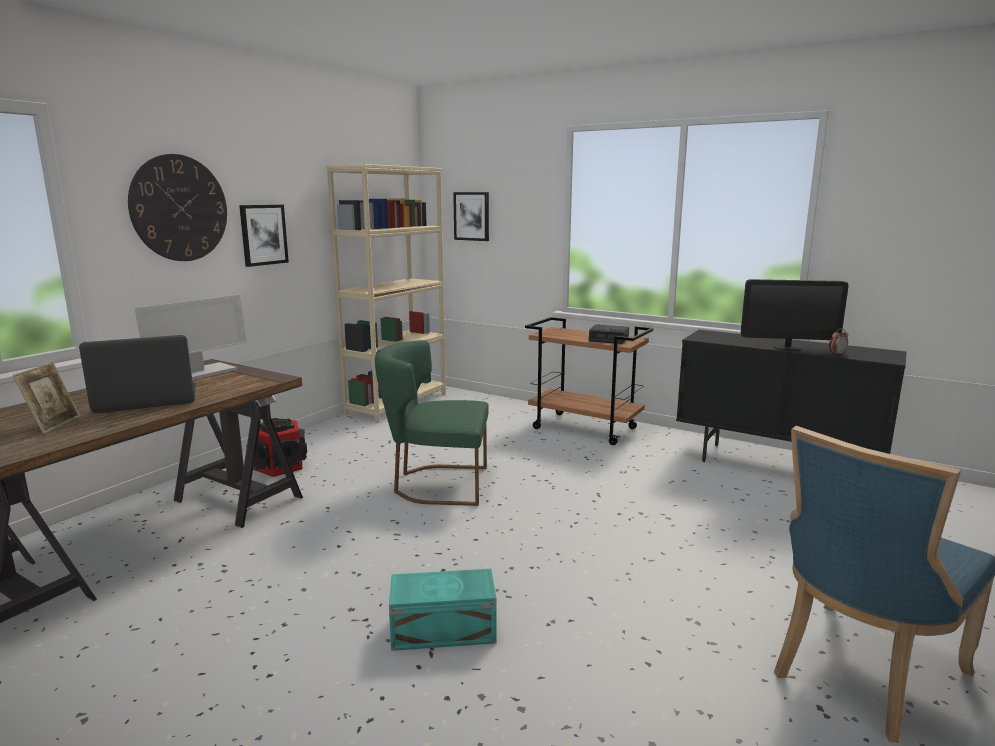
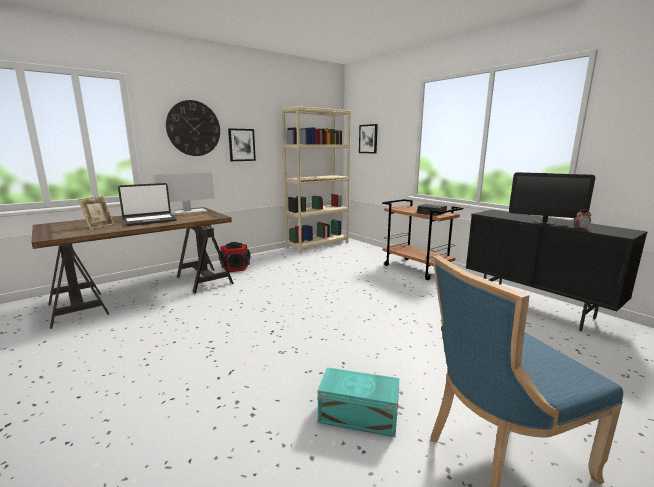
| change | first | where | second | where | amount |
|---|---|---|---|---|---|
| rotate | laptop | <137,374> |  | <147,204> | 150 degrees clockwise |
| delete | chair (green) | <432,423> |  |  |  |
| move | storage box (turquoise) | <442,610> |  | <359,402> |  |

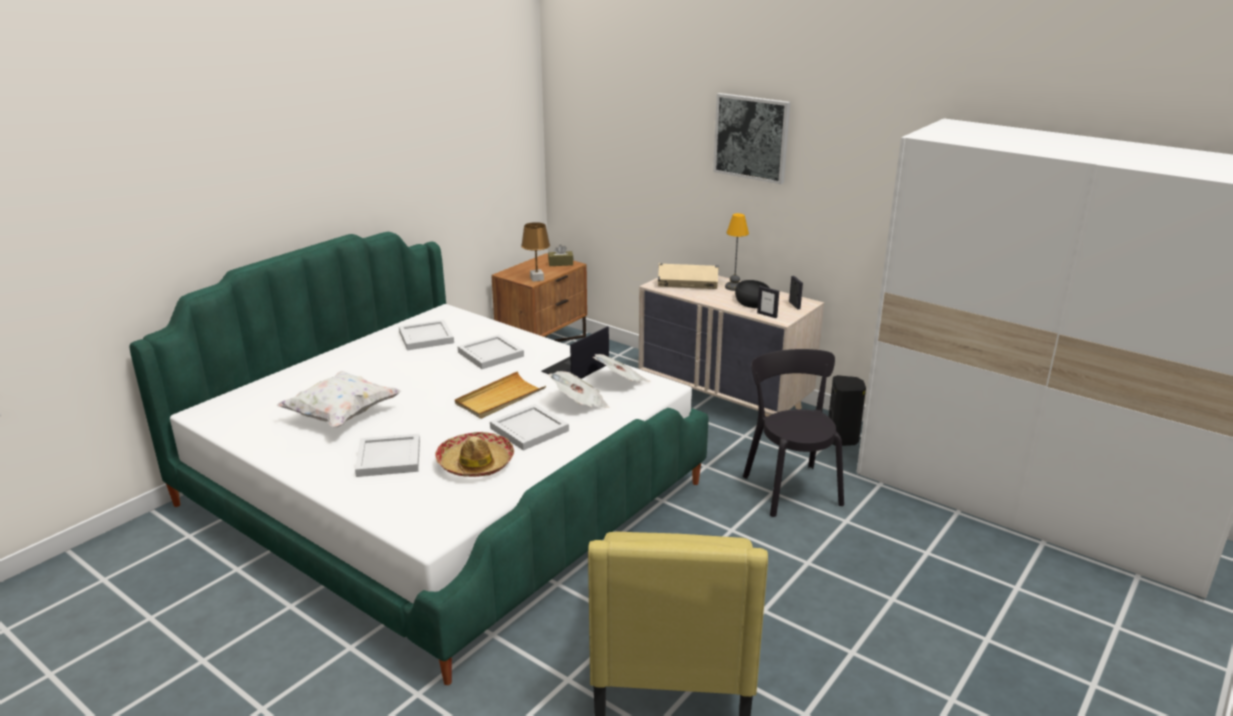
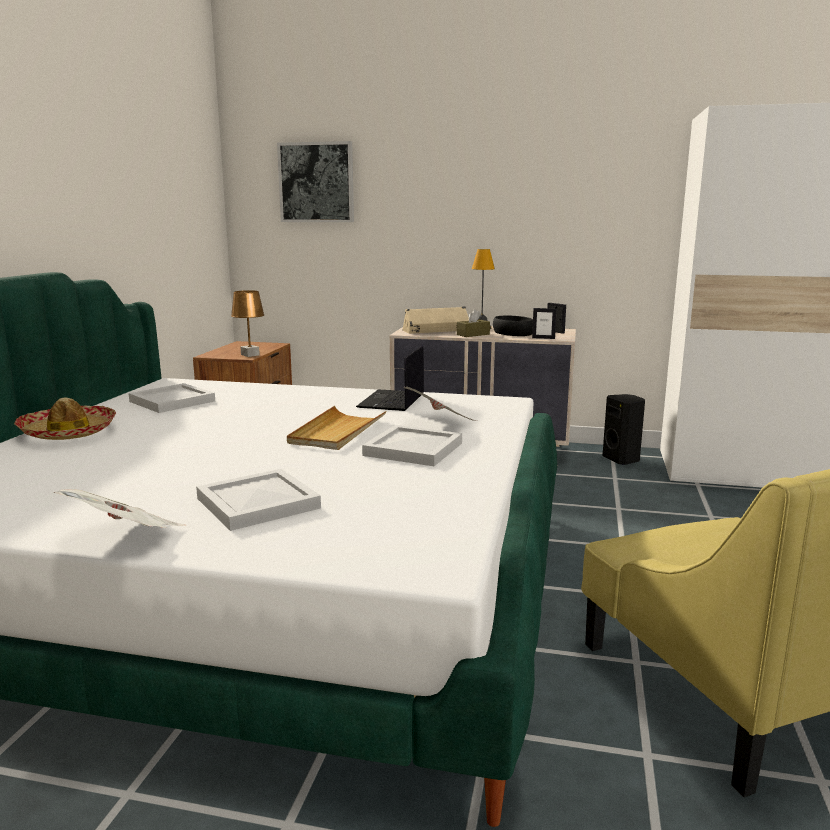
| change | first | where | second | where | amount |
|---|---|---|---|---|---|
| move | picture | <751,138> |  | <315,181> |  |
| move | tissue box (brown) | <561,255> |  | <473,323> |  |
| delete | tray (white) | <490,351> |  |  |  |
| delete | chair (black) | <793,433> |  |  |  |
| move | newspaper | <622,368> |  | <119,508> |  |
| delete | pillow (white) | <339,399> |  |  |  |
| move | hat | <474,454> |  | <65,418> |  |

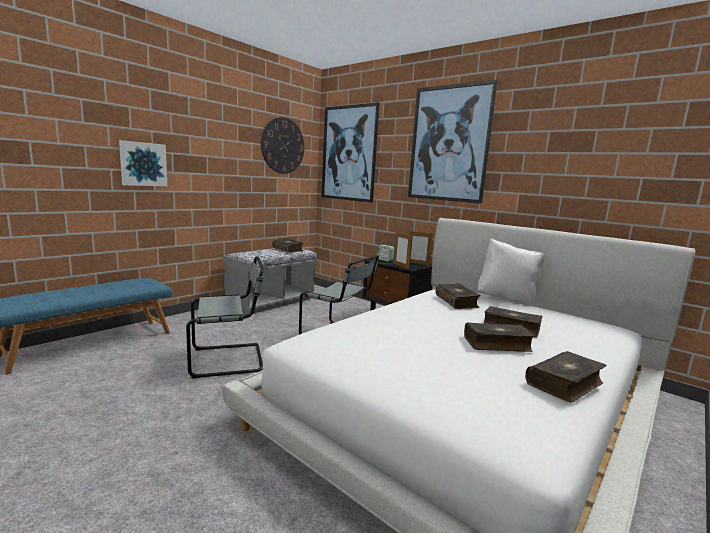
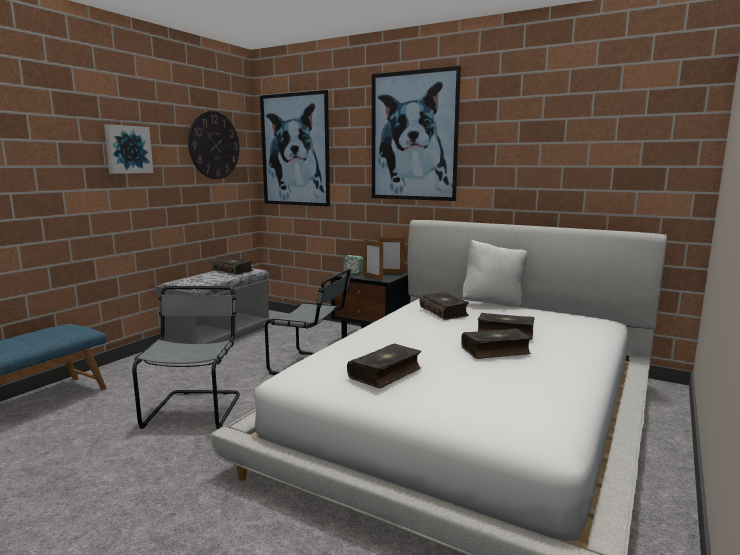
| change | first | where | second | where | amount |
|---|---|---|---|---|---|
| move | picture | <143,163> |  | <128,149> |  |
| rotate | chair (grey) | <225,317> |  | <186,357> | 60 degrees counterclockwise |
| move | book | <565,377> |  | <384,366> |  |

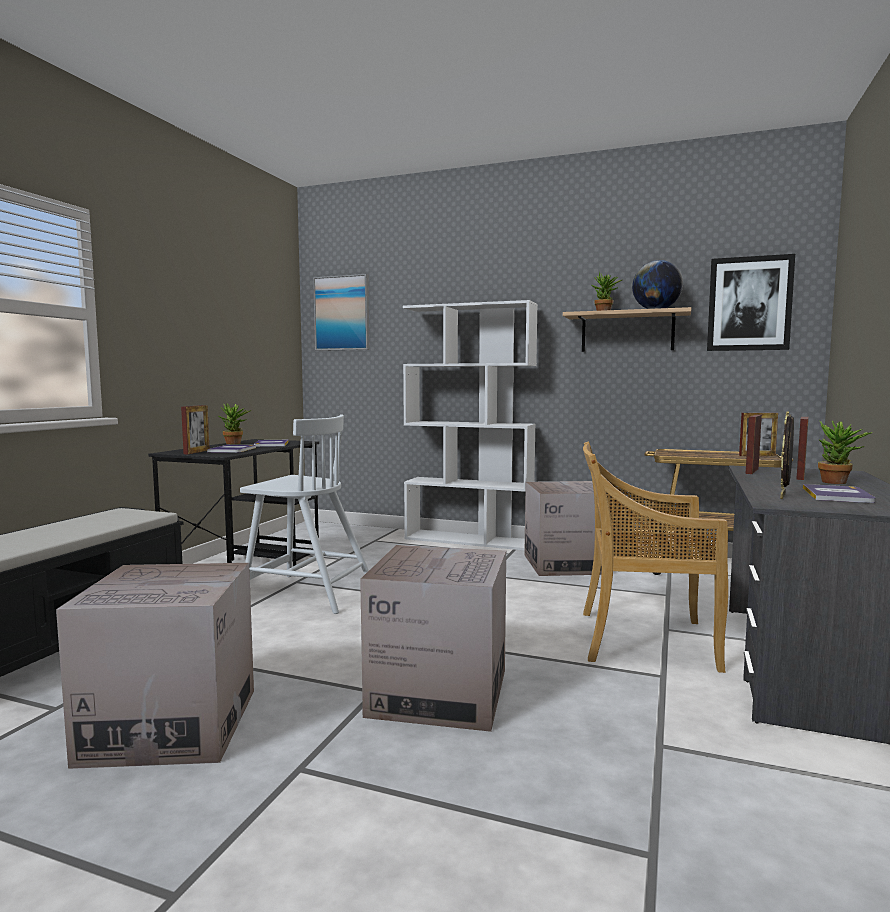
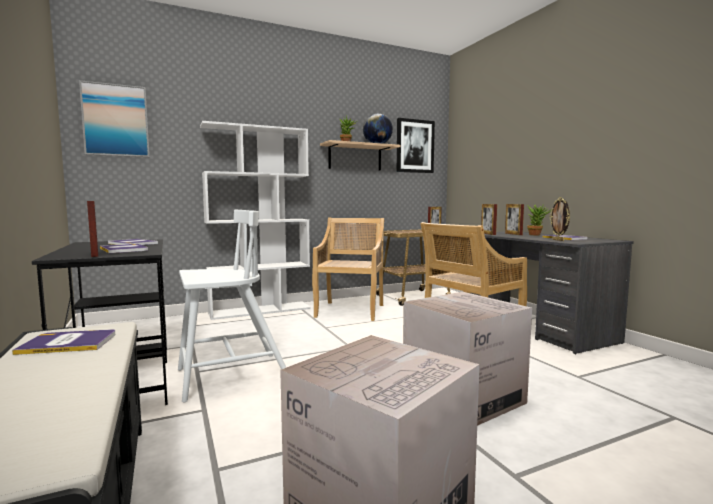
| change | first | where | second | where | amount |
|---|---|---|---|---|---|
| delete | potted plant | <235,423> |  |  |  |
| replace | cardboard box | <563,528> | chair (beige) | <348,269> |  |
| insert |  |  | book | <64,342> |  |

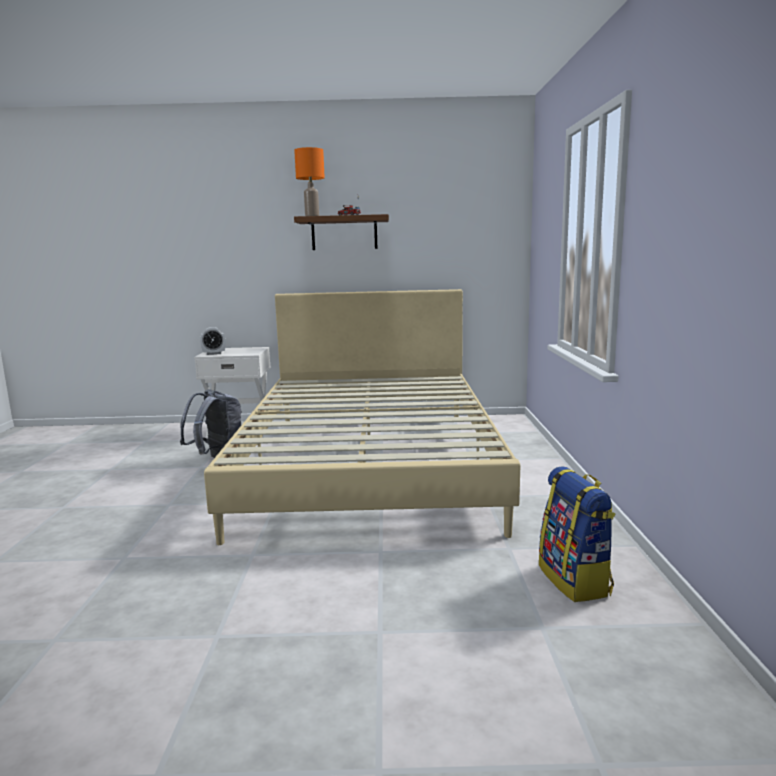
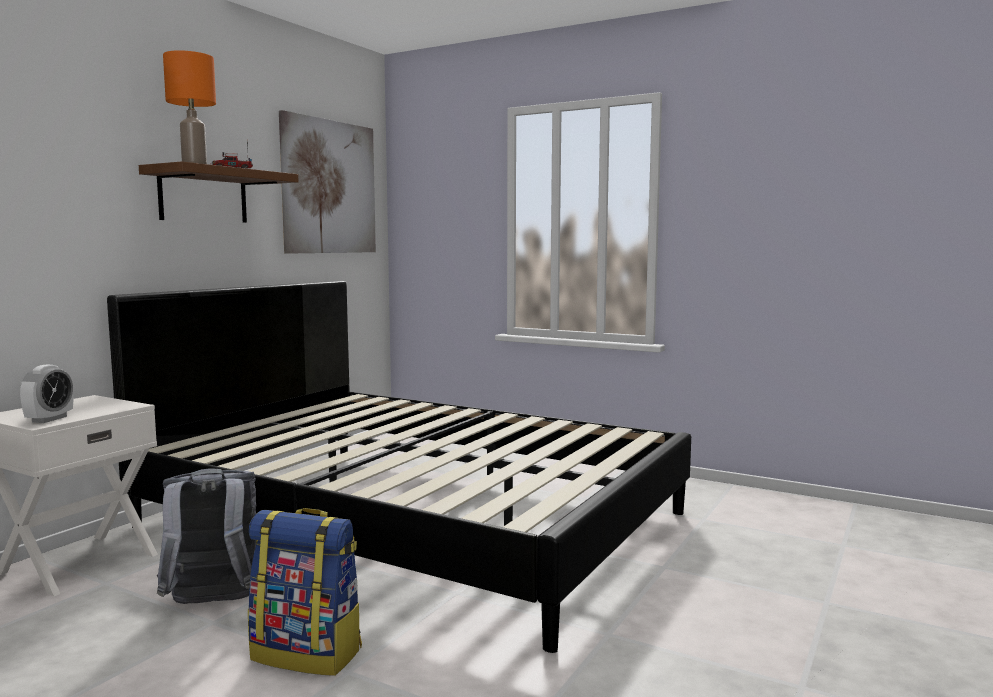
| change | first | where | second | where | amount |
|---|---|---|---|---|---|
| recolor | bed (beige) | <362,417> | bed (black) | <399,467> |  |
| move | backpack | <577,534> |  | <305,592> |  |
| insert |  |  | picture | <327,182> |  |

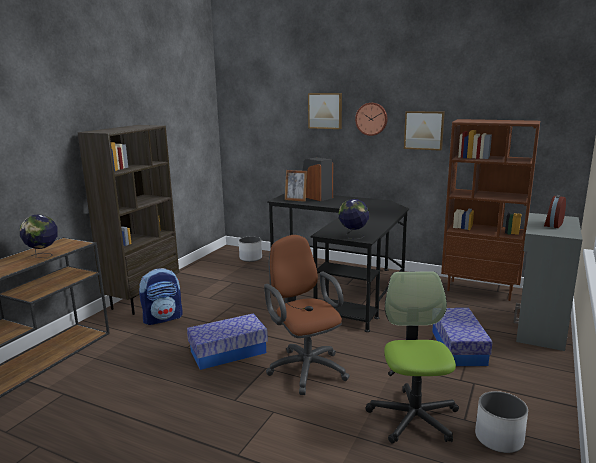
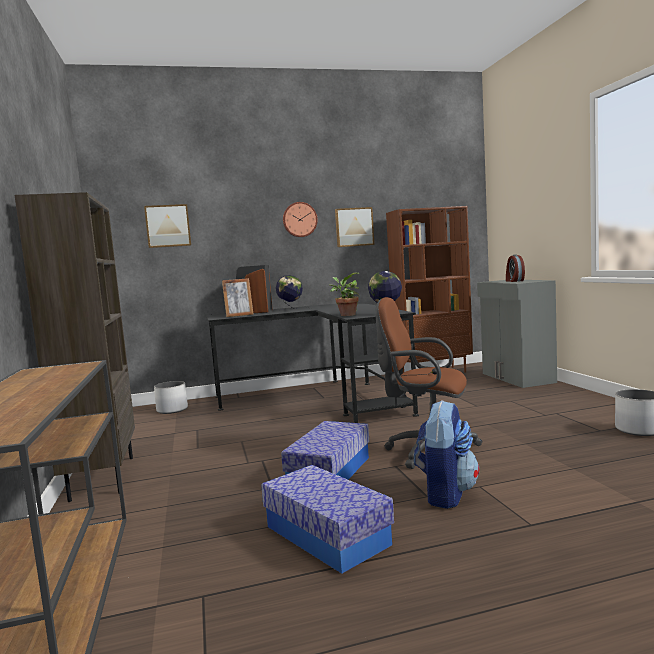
| change | first | where | second | where | amount |
|---|---|---|---|---|---|
| move | picture | <325,111> |  | <167,226> |  |
| move | globe | <38,236> |  | <289,293> |  |
| move | backpack | <160,296> |  | <446,454> |  |
| delete | office chair | <412,357> |  |  |  |
| move | storage box | <462,337> |  | <327,519> |  |
| insert |  |  | potted plant | <344,294> |  |

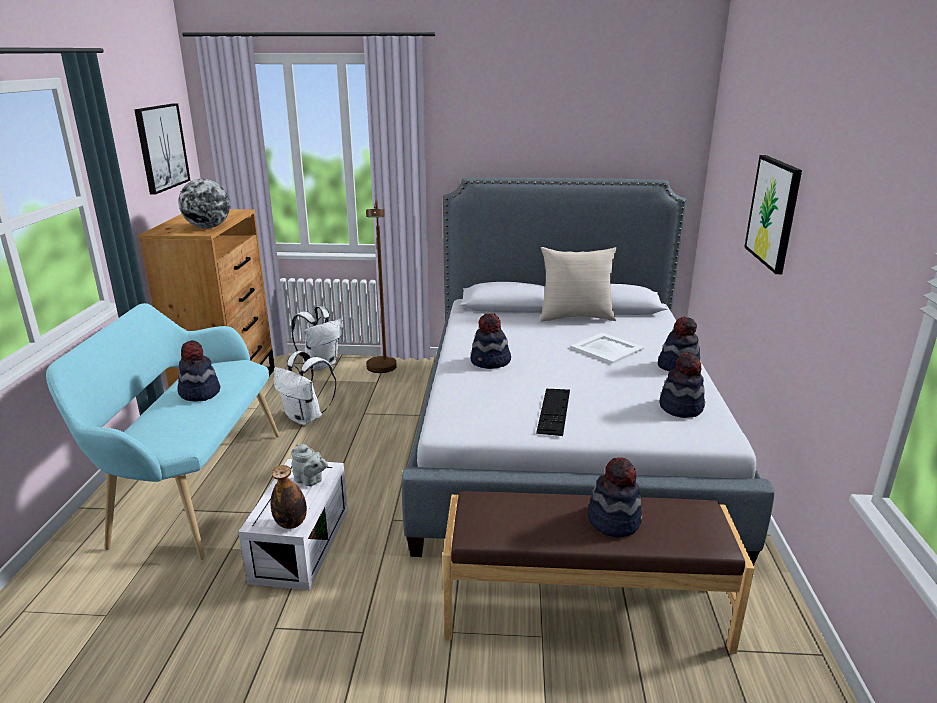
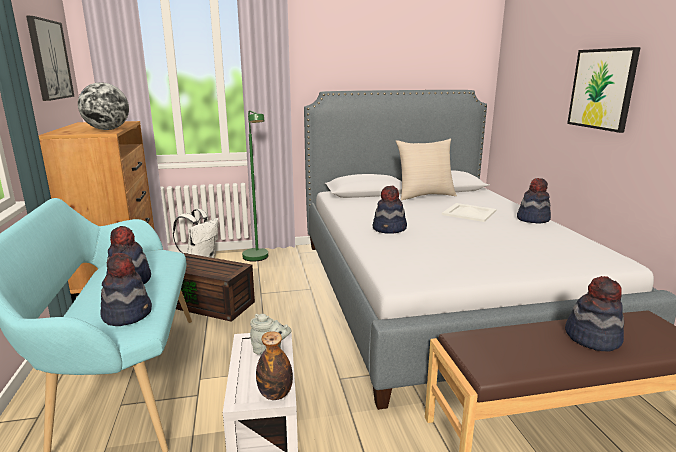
| change | first | where | second | where | amount |
|---|---|---|---|---|---|
| recolor | floor lamp (brown) | <381,286> | floor lamp (green) | <255,186> |  |
| replace | backpack (white) | <305,388> | storage box (brown) | <215,287> |  |
| move | hat | <682,385> |  | <126,289> |  |
| delete | keyboard | <553,412> |  |  |  |

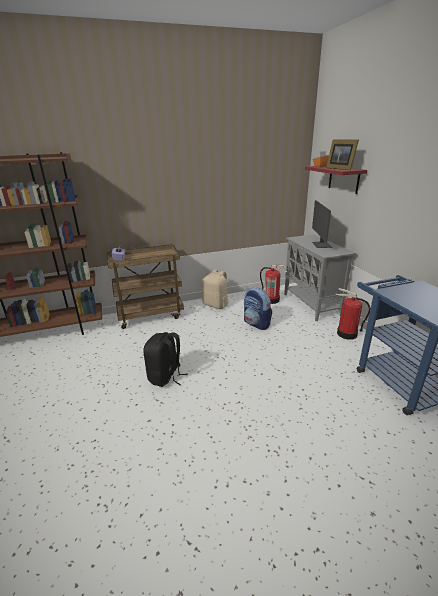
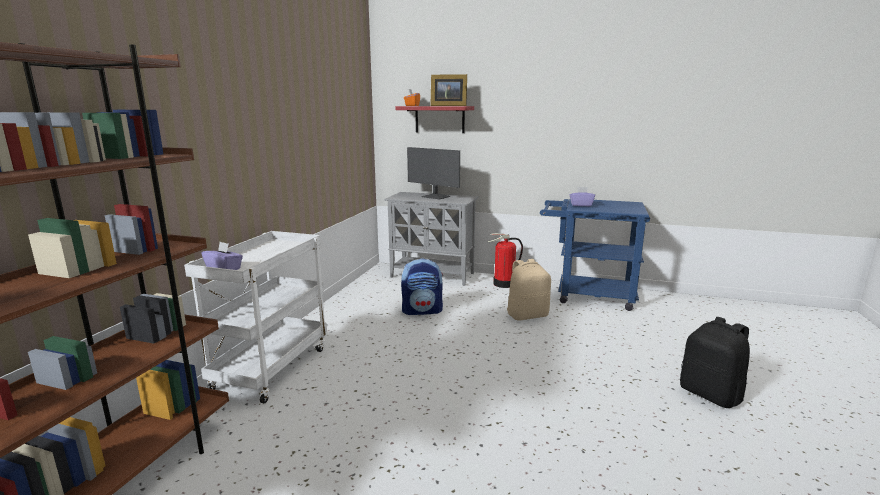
| change | first | where | second | where | amount |
|---|---|---|---|---|---|
| recolor | cart (brown) | <145,286> | cart (white) | <255,317> |  |
| delete | fire extinguisher | <274,284> |  |  |  |
| move | backpack (beige) | <215,289> |  | <529,289> |  |
| move | backpack (black) | <165,359> |  | <715,362> |  |
| insert |  |  | tissue box (purple) | <582,196> |  |

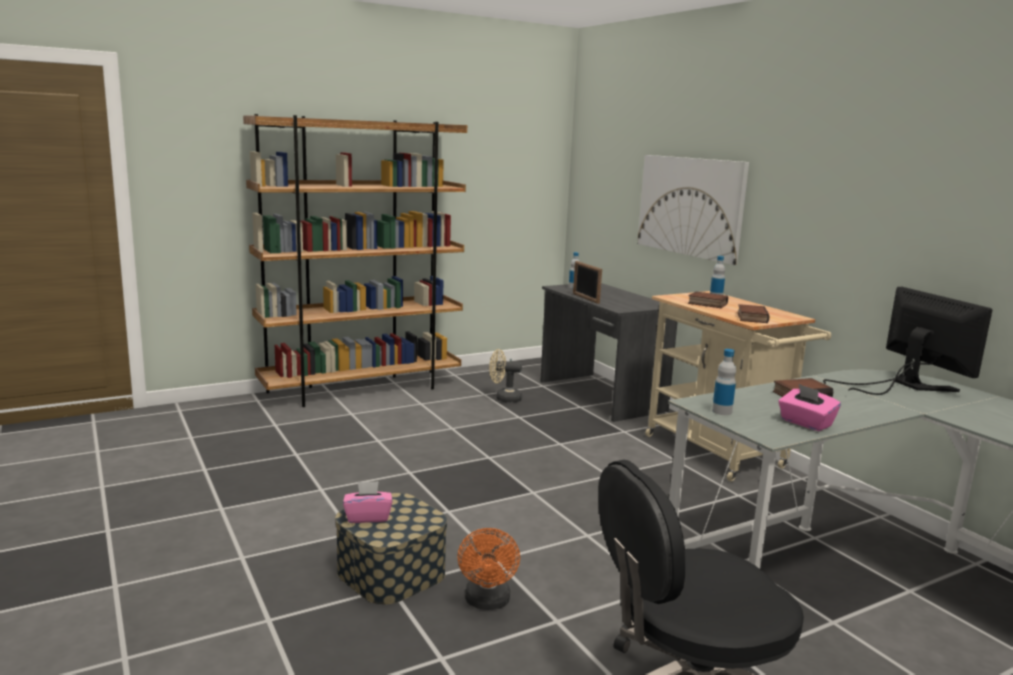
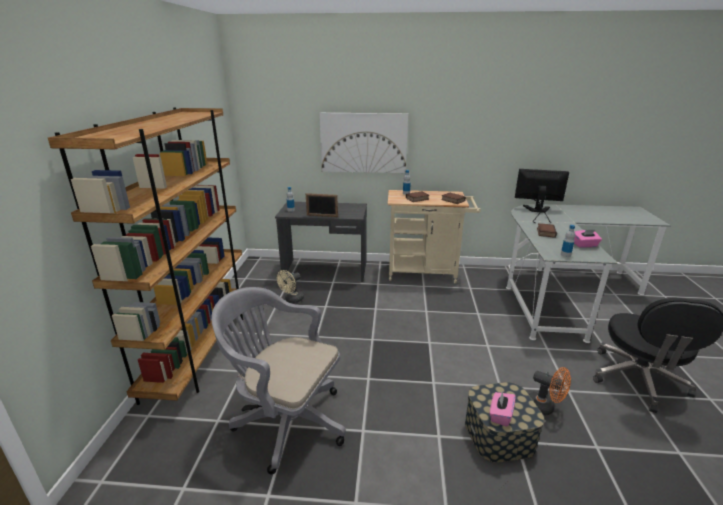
| change | first | where | second | where | amount |
|---|---|---|---|---|---|
| insert |  |  | office chair (grey) | <278,381> |  |

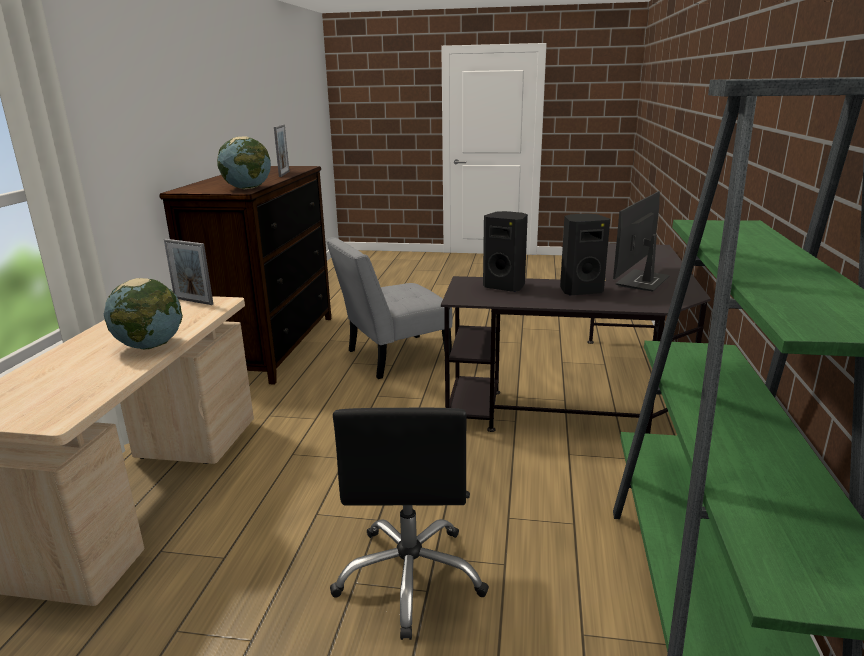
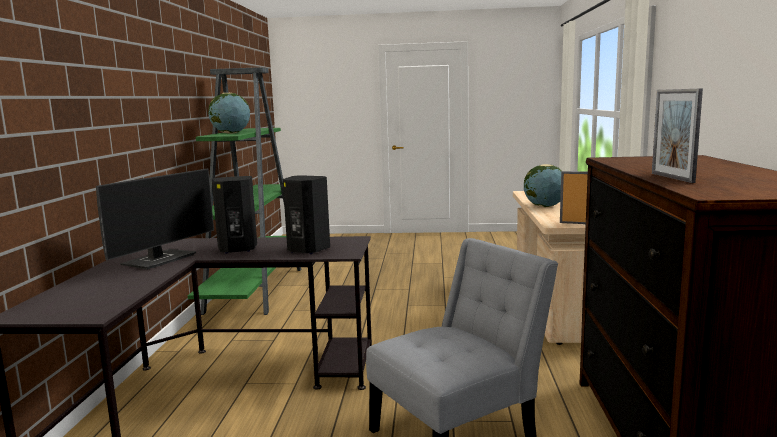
| change | first | where | second | where | amount |
|---|---|---|---|---|---|
| move | globe | <244,163> |  | <229,113> |  |
| delete | office chair (black) | <409,524> |  |  |  |

